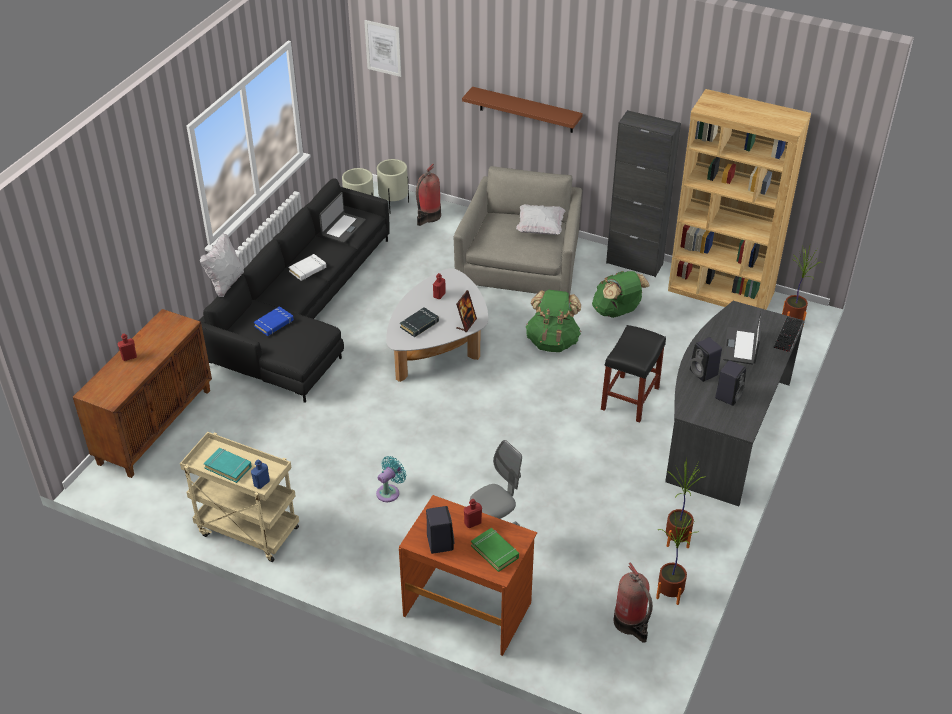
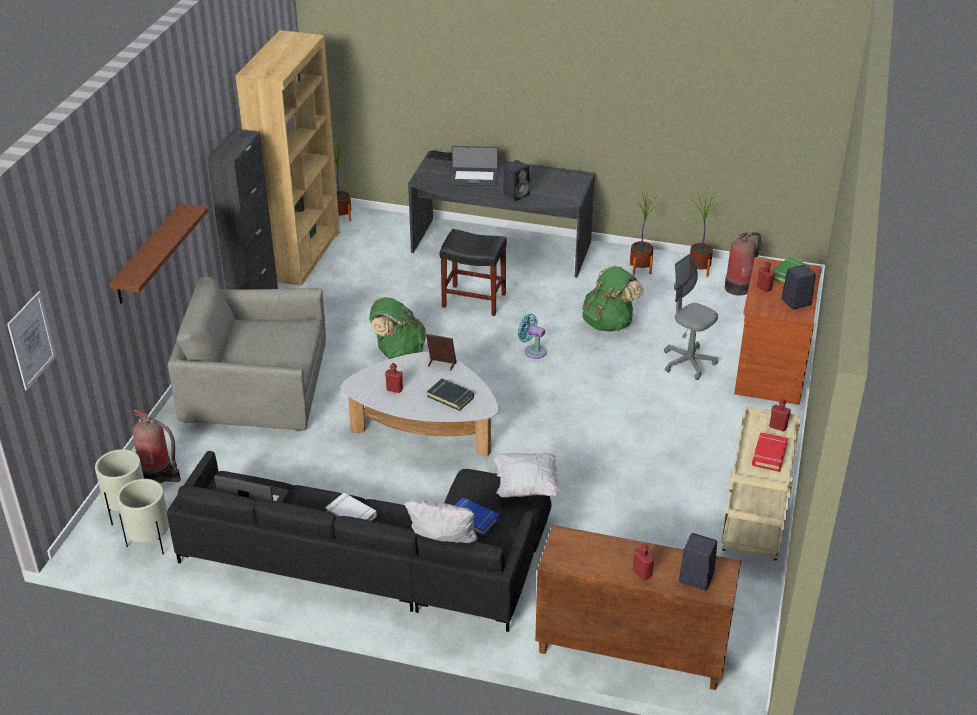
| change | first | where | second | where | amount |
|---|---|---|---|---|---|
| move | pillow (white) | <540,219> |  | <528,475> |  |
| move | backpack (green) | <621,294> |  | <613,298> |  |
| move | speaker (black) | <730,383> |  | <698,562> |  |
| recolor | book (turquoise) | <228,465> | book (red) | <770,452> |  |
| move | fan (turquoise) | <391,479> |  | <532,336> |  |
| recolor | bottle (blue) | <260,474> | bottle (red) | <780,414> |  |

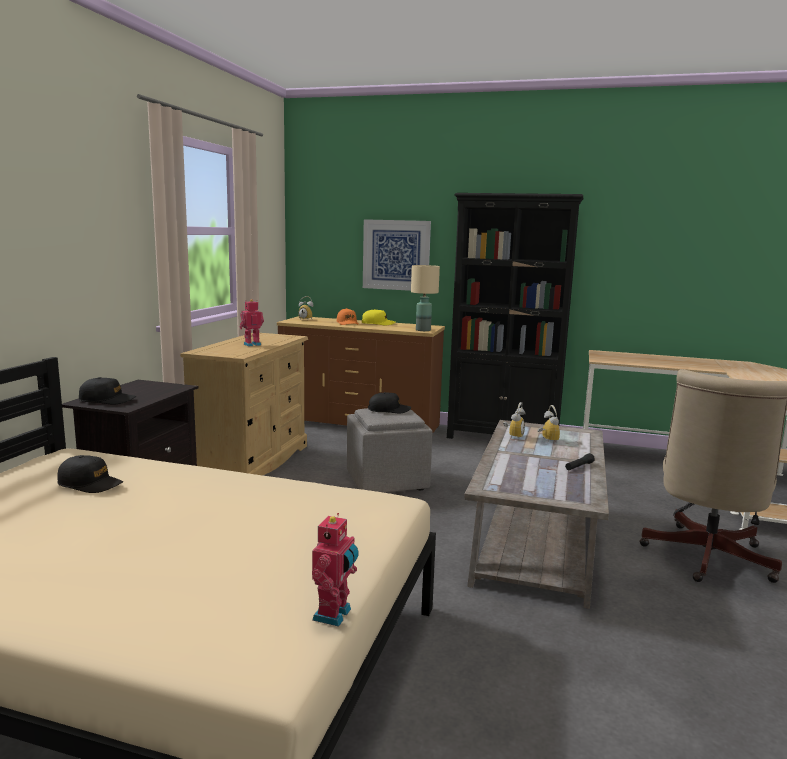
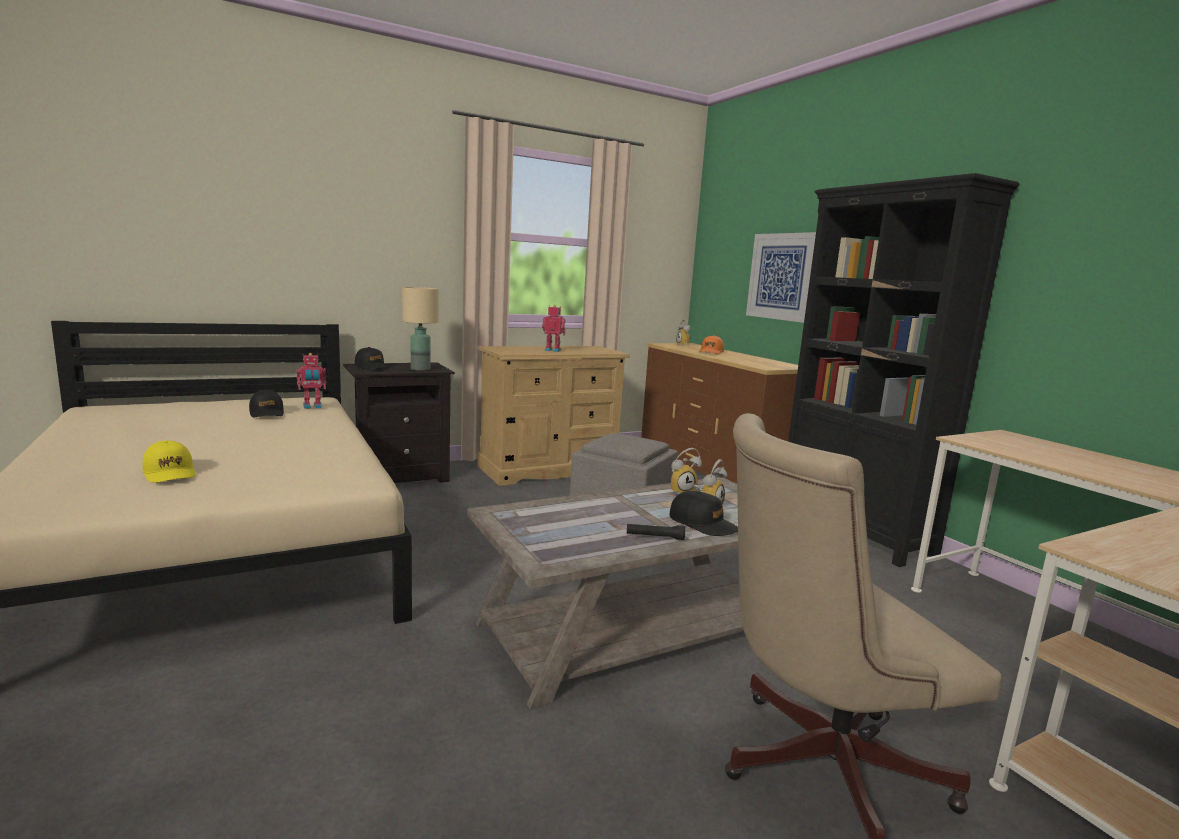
| change | first | where | second | where | amount |
|---|---|---|---|---|---|
| move | table lamp (beige) | <425,298> |  | <420,329> |  |
| move | cap (yellow) | <379,317> |  | <169,462> |  |
| move | cap (black) | <389,402> |  | <703,513> |  |
| move | toy robot | <335,570> |  | <311,381> |  |

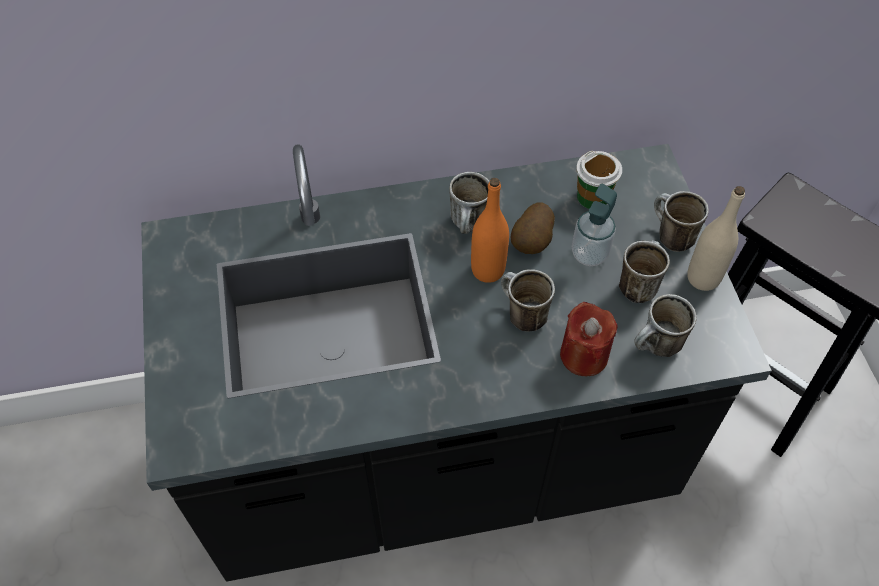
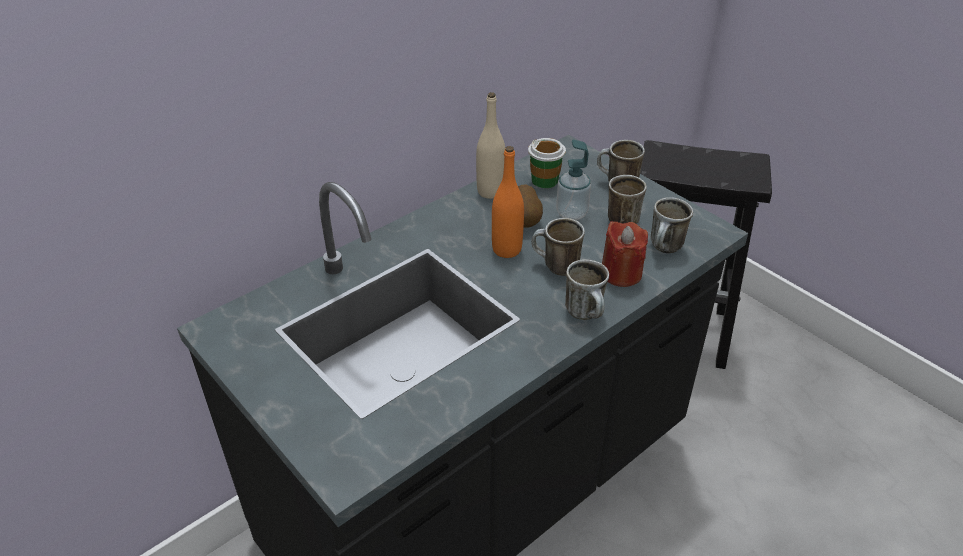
| change | first | where | second | where | amount |
|---|---|---|---|---|---|
| move | mug | <469,203> |  | <587,289> |  |
| move | bottle (beige) | <716,238> |  | <490,145> |  |

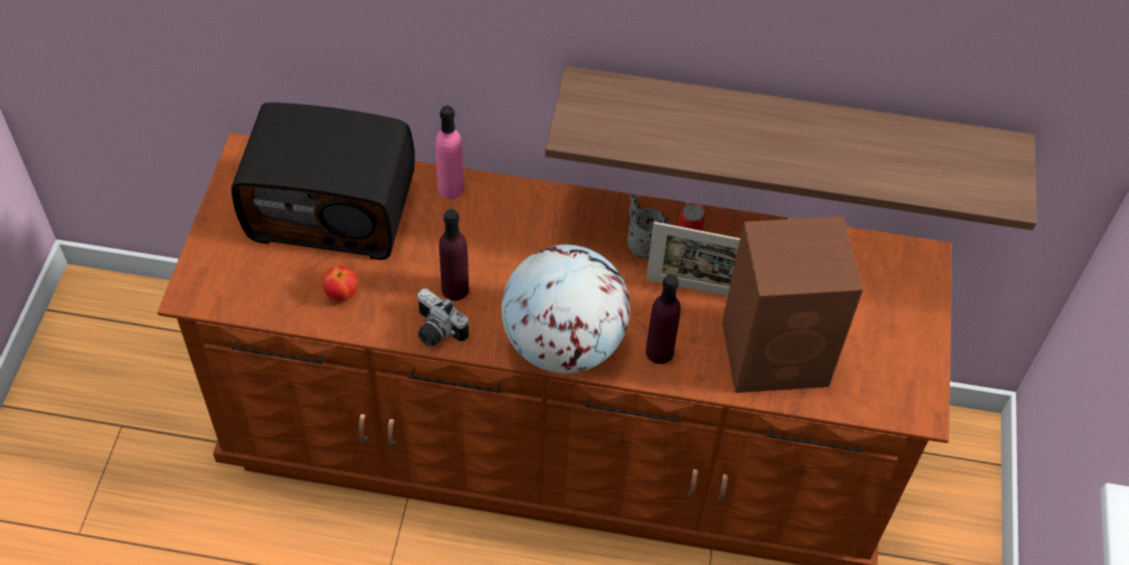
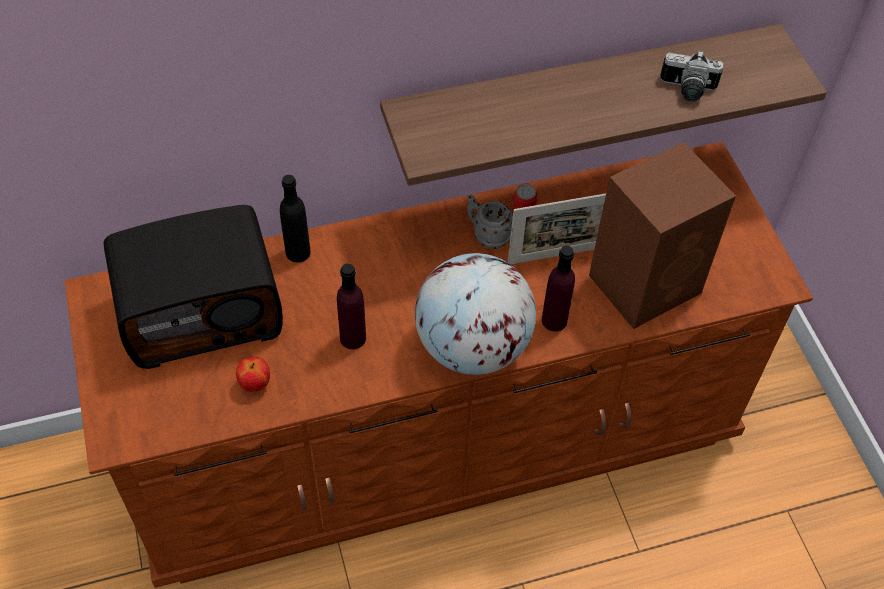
| change | first | where | second | where | amount |
|---|---|---|---|---|---|
| recolor | bottle (pink) | <449,152> | bottle (black) | <295,218> |  |
| move | photo camera | <443,317> |  | <691,75> |  |

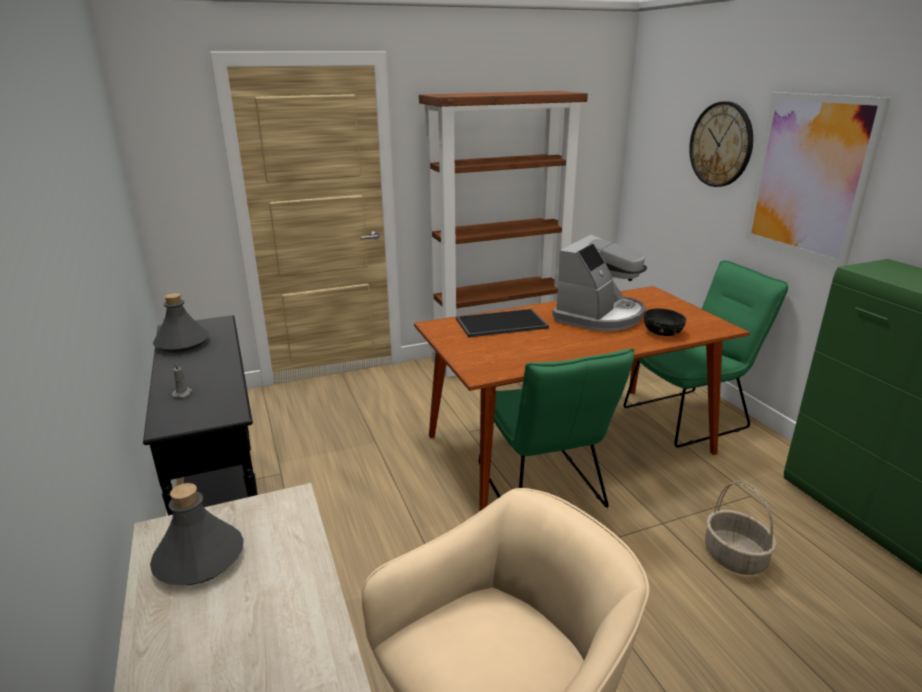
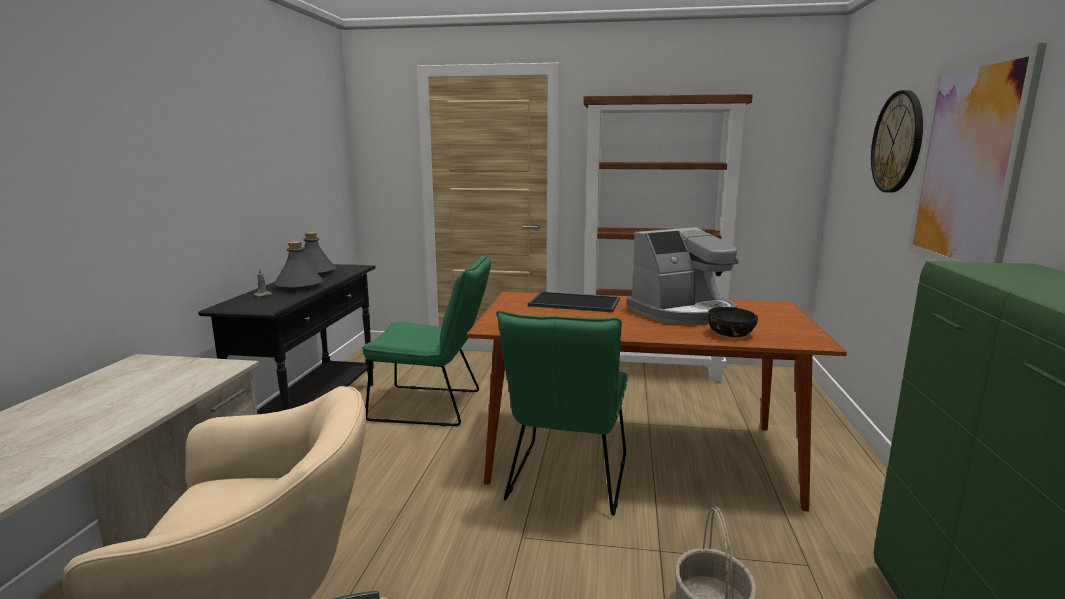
| change | first | where | second | where | amount |
|---|---|---|---|---|---|
| move | chair (green) | <705,354> |  | <426,340> |  |
| move | bottle (grey) | <197,534> |  | <298,266> |  |

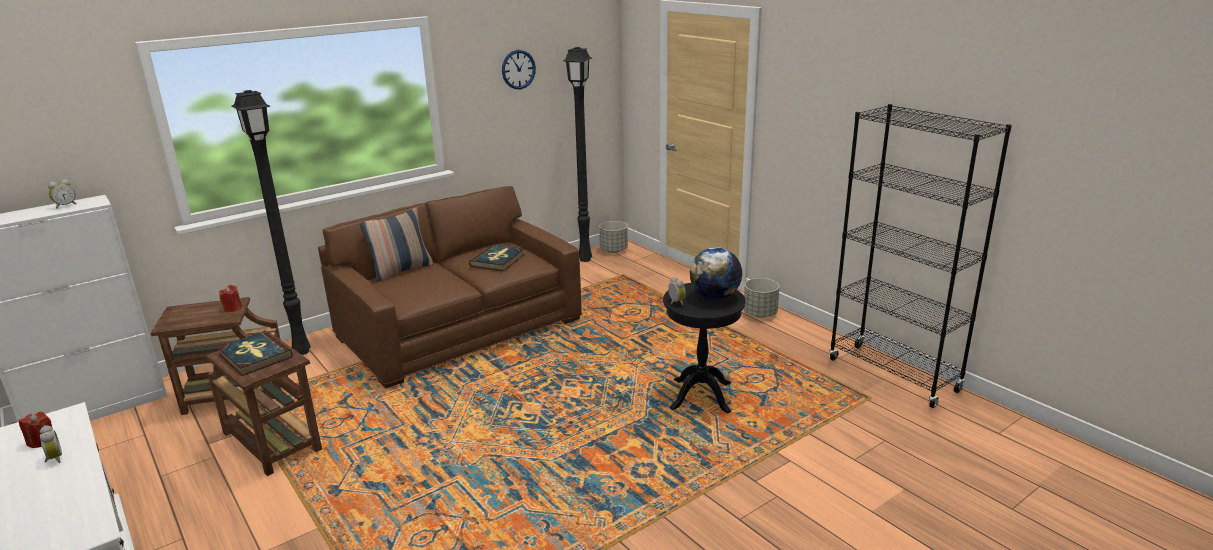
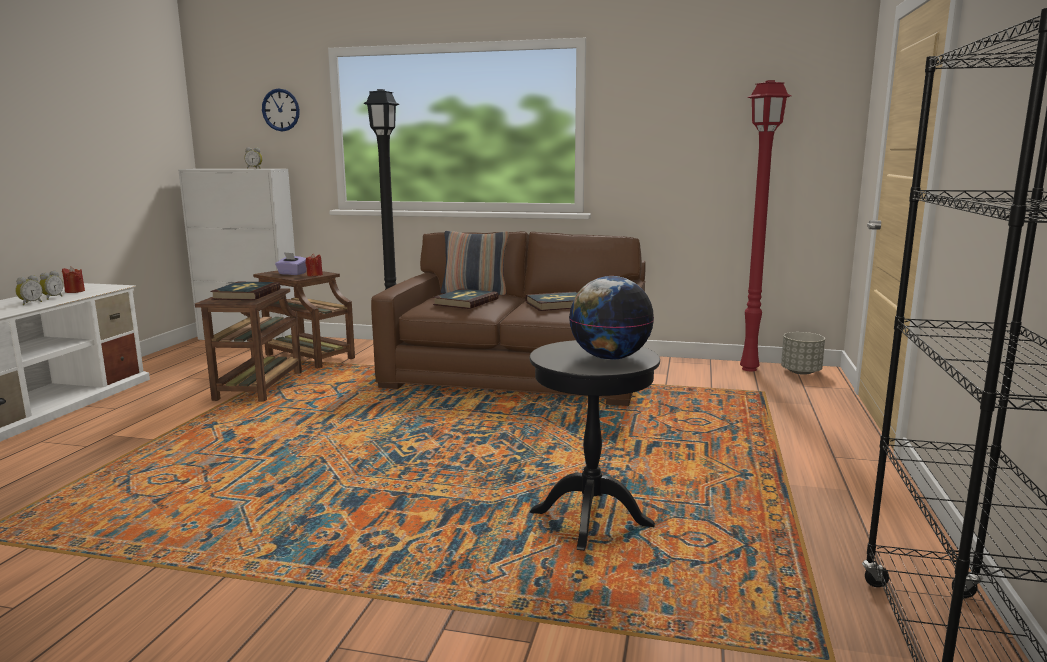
| change | first | where | second | where | amount |
|---|---|---|---|---|---|
| recolor | floor lamp (black) | <577,154> | floor lamp (red) | <765,225> |  |
| move | wall clock | <519,69> |  | <281,109> |  |
| move | alarm clock | <677,290> |  | <28,290> |  |
| delete | planter (grey) | <762,298> |  |  |  |
| insert |  |  | tissue box (purple) | <291,263> |  |
| insert |  |  | book | <466,298> |  |

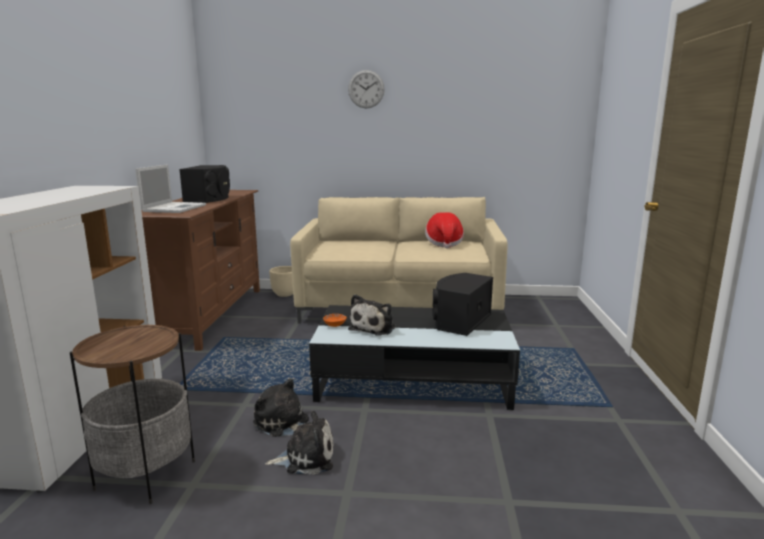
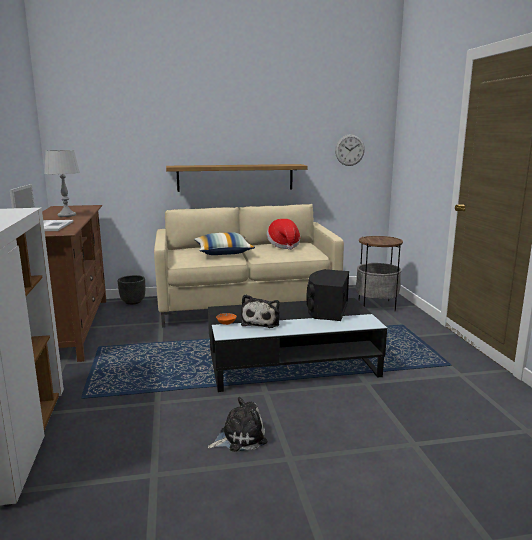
| change | first | where | second | where | amount |
|---|---|---|---|---|---|
| move | wall clock | <366,89> |  | <350,150> |  |
| replace | speaker (black) | <204,184> | table lamp (grey) | <62,183> |  |
| recolor | planter (beige) | <281,281> | planter (black) | <131,290> |  |
| move | side table | <132,414> |  | <379,273> |  |
| delete | plush toy | <281,407> |  |  |  |
| insert |  |  | shelf | <237,178> |  |
| insert |  |  | pillow | <224,243> |  |

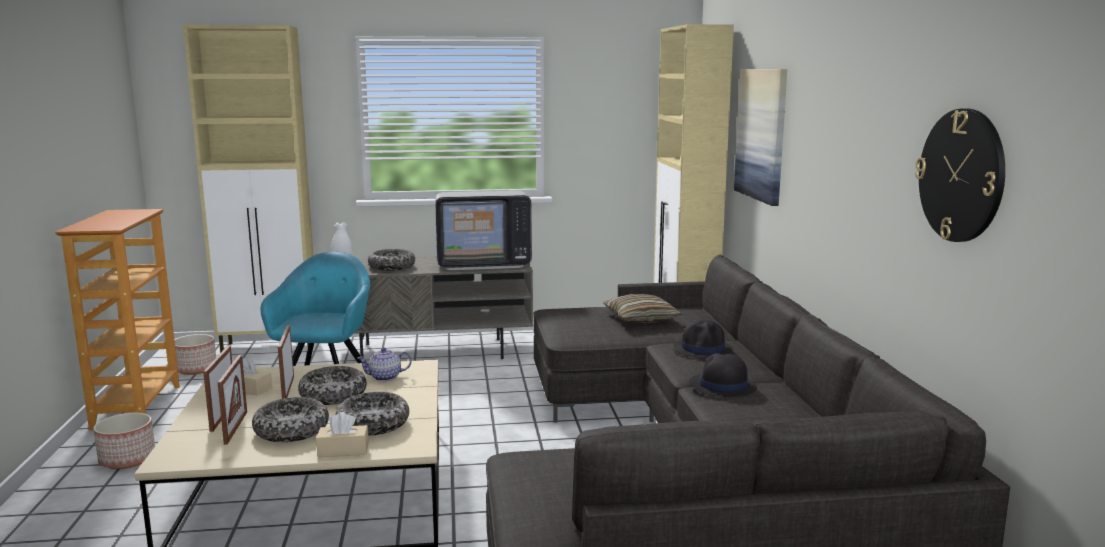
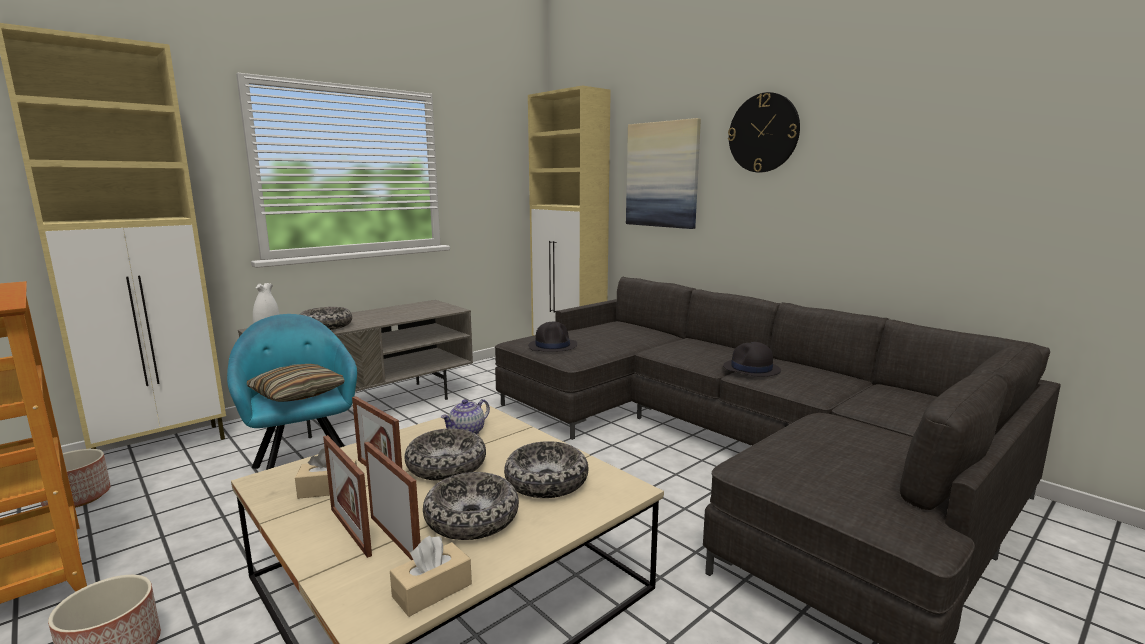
| change | first | where | second | where | amount |
|---|---|---|---|---|---|
| move | wall clock | <960,175> |  | <764,132> |  |
| delete | television | <483,230> |  |  |  |
| move | pillow | <642,308> |  | <295,383> |  |
| move | hat (black) | <703,339> |  | <553,337> |  |
| move | tissue box (beige) | <342,434> |  | <431,576> |  |

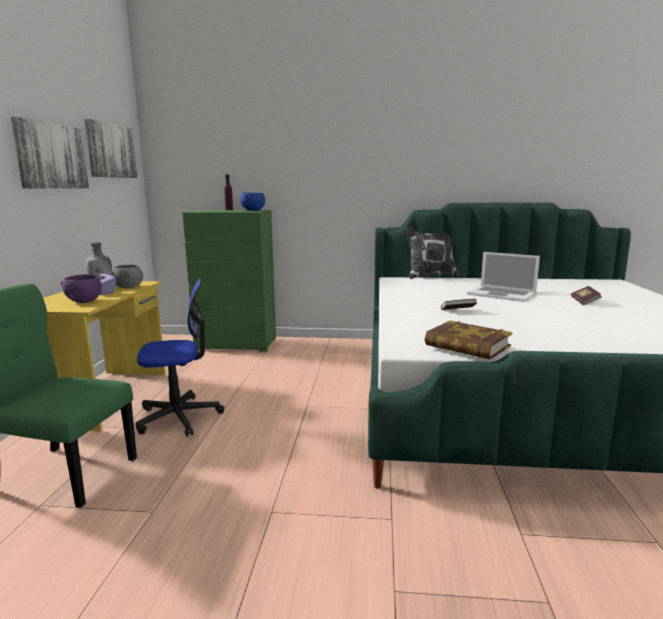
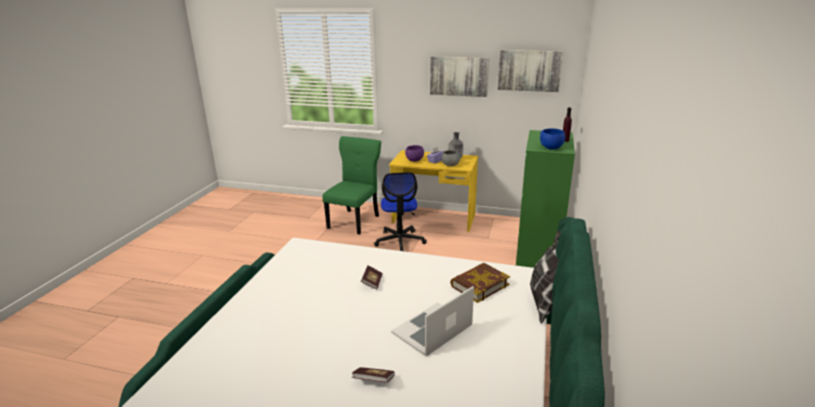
| change | first | where | second | where | amount |
|---|---|---|---|---|---|
| move | book | <469,340> |  | <480,283> |  |

